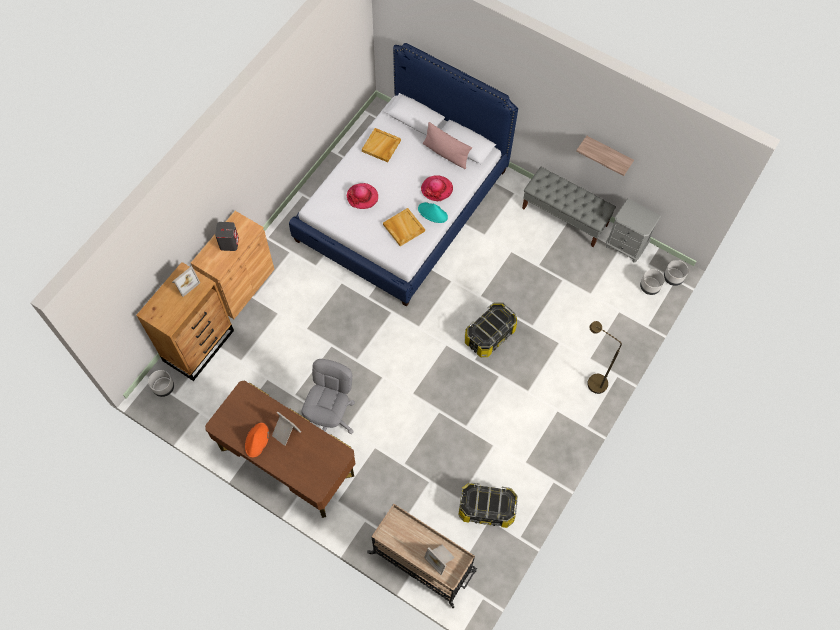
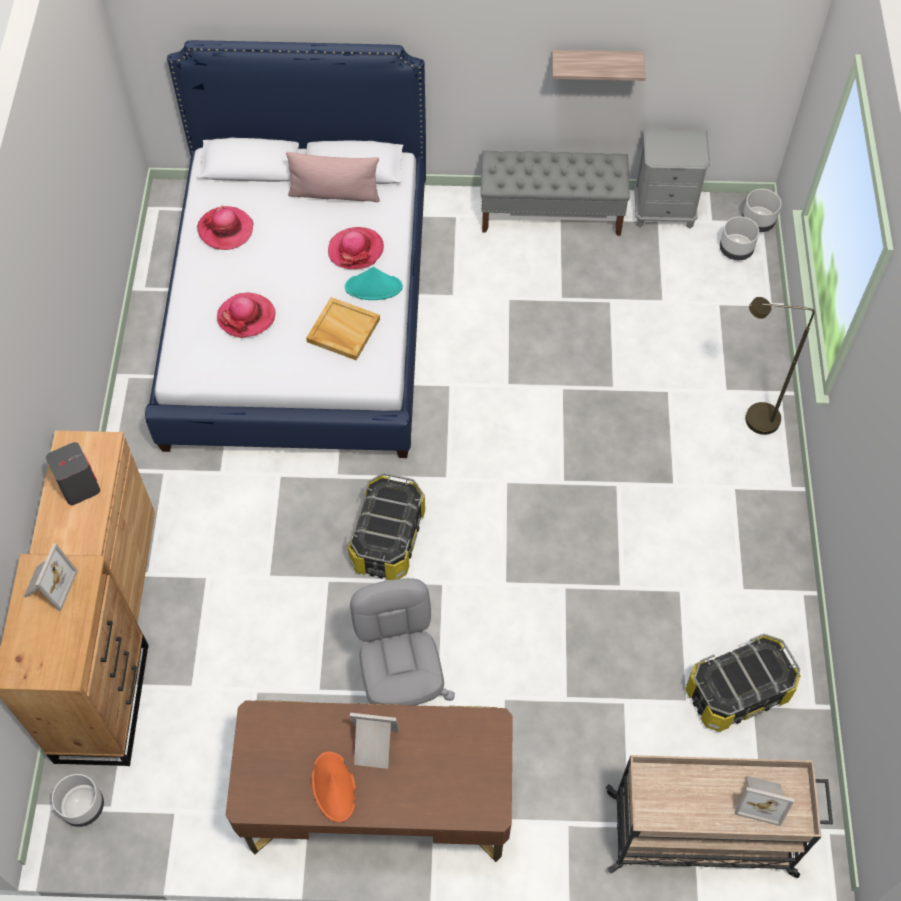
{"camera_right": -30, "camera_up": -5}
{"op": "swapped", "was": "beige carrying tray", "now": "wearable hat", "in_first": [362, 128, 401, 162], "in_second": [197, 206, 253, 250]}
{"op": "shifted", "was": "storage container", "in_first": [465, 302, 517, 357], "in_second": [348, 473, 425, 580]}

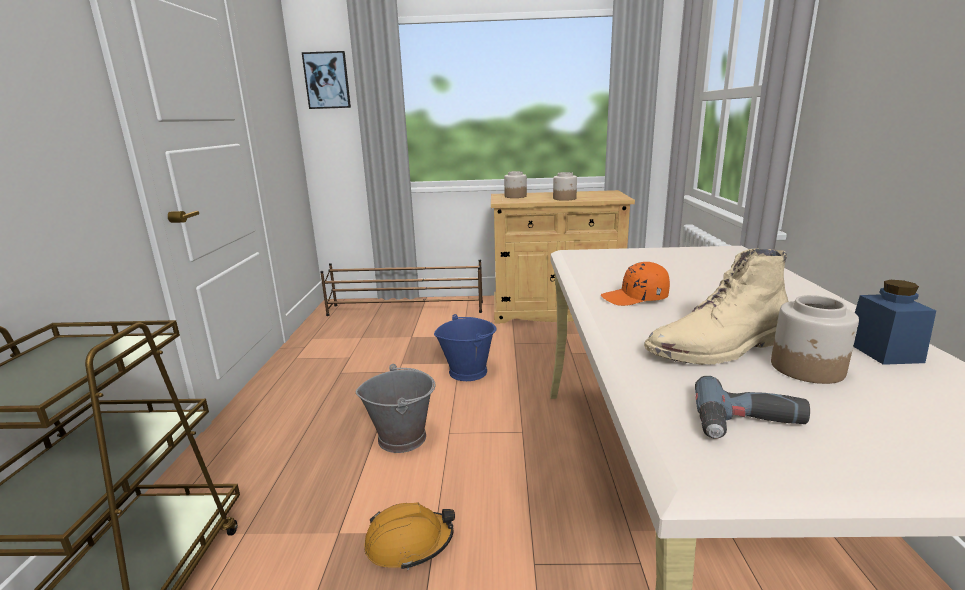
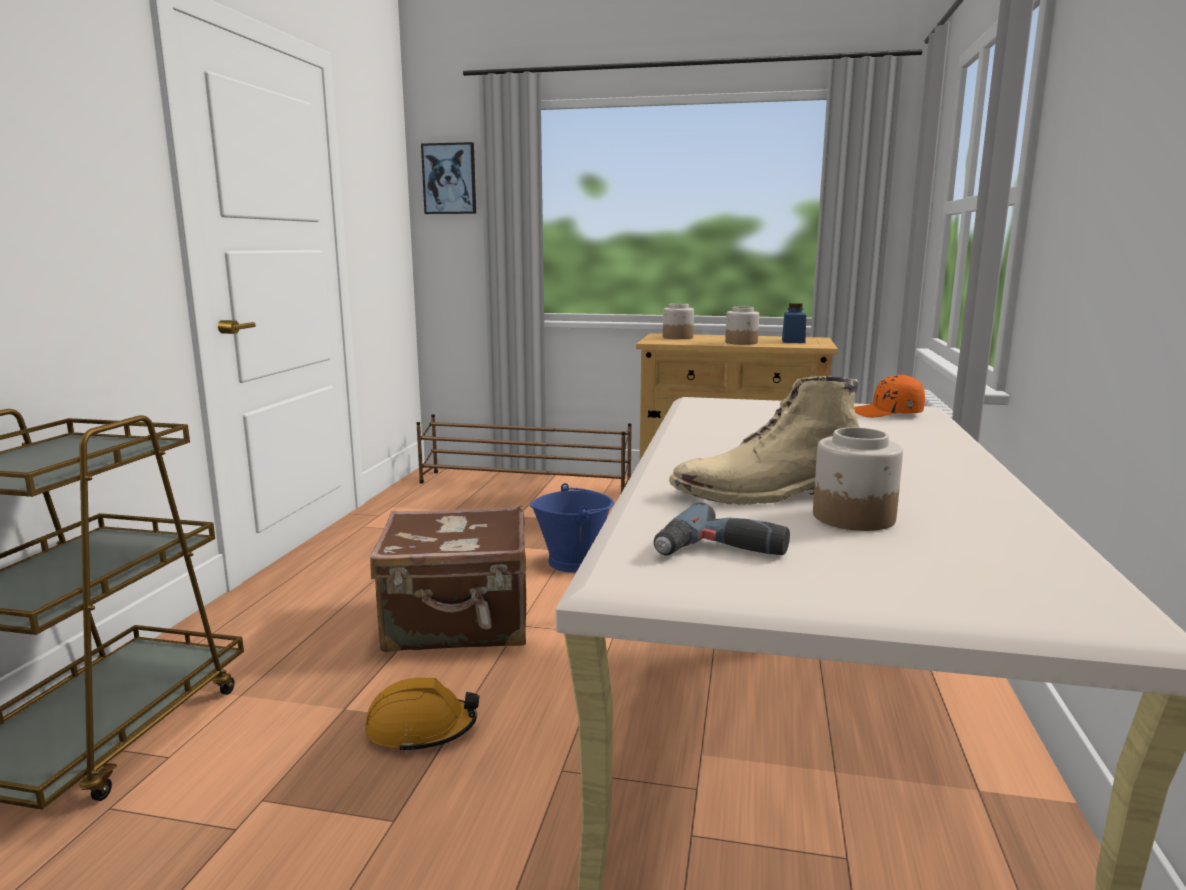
{"camera_right": 10, "camera_up": -5}
{"op": "swapped", "was": "greyish pail", "now": "brown piece of luggage", "in_first": [356, 364, 435, 453], "in_second": [370, 506, 526, 652]}
{"op": "shifted", "was": "orange peaked cap", "in_first": [601, 262, 670, 306], "in_second": [854, 374, 925, 417]}
{"op": "shifted", "was": "bluish jar", "in_first": [853, 280, 936, 365], "in_second": [782, 303, 806, 343]}

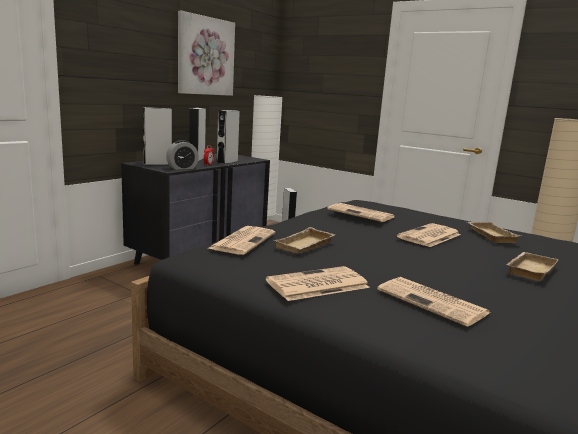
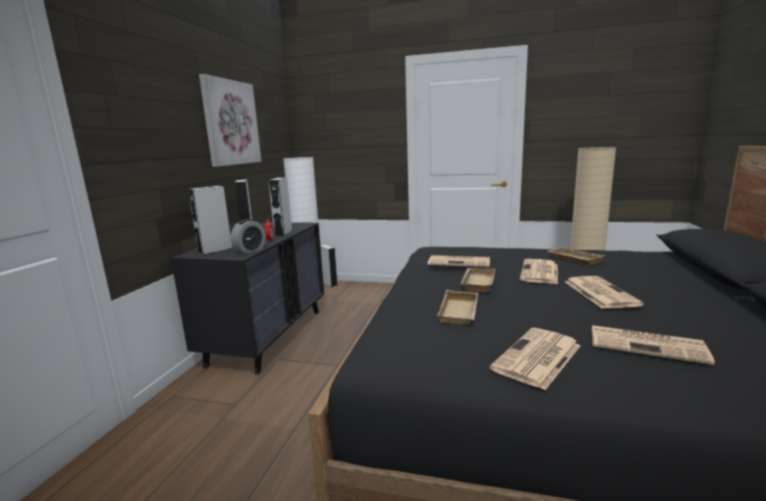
{"camera_right": -20, "camera_up": 0}
{"op": "shifted", "was": "printed paper", "in_first": [207, 226, 275, 255], "in_second": [565, 276, 644, 308]}
{"op": "shifted", "was": "beige carrying tray", "in_first": [506, 252, 559, 281], "in_second": [461, 268, 495, 292]}

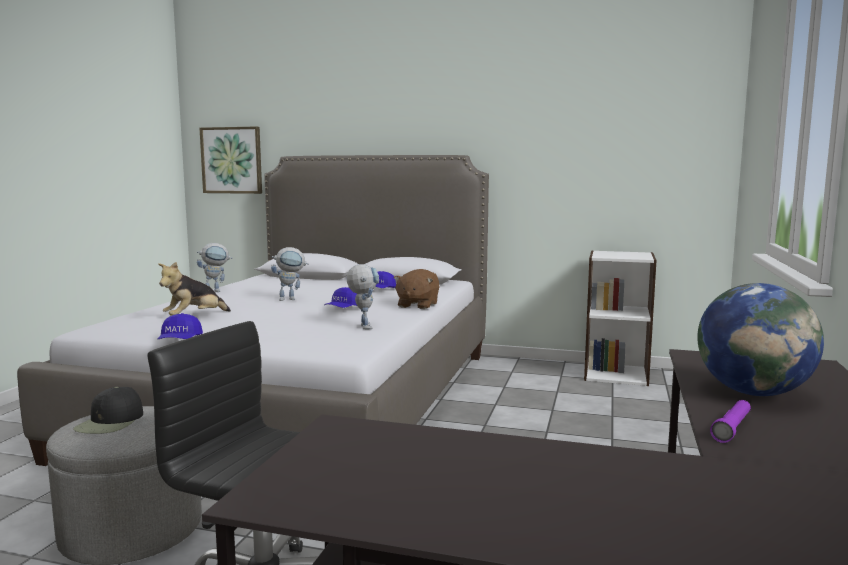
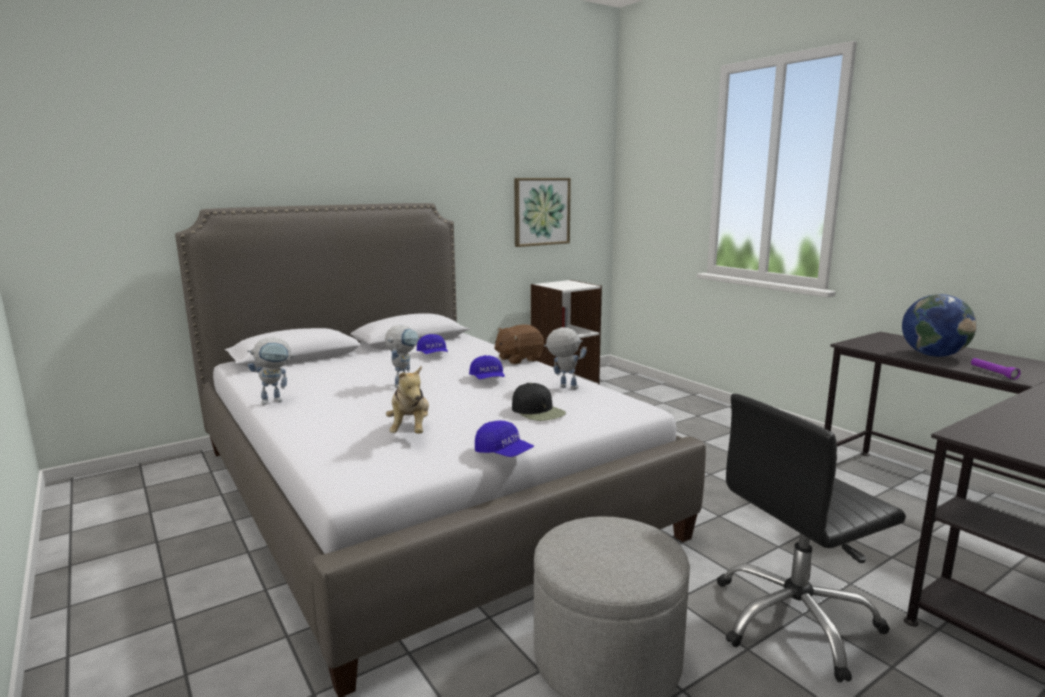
{"camera_right": -50, "camera_up": 5}
{"op": "shifted", "was": "black-coloured peaked cap", "in_first": [73, 387, 143, 434], "in_second": [512, 383, 566, 421]}
{"op": "rotated", "was": "toy robot", "in_first": [197, 243, 232, 292], "in_second": [247, 337, 296, 405], "clockwise": 45}
{"op": "shifted", "was": "wall picture", "in_first": [199, 126, 262, 194], "in_second": [514, 178, 571, 247]}
{"op": "rotated", "was": "brown soft toy", "in_first": [394, 269, 440, 309], "in_second": [494, 325, 544, 365], "clockwise": 90}

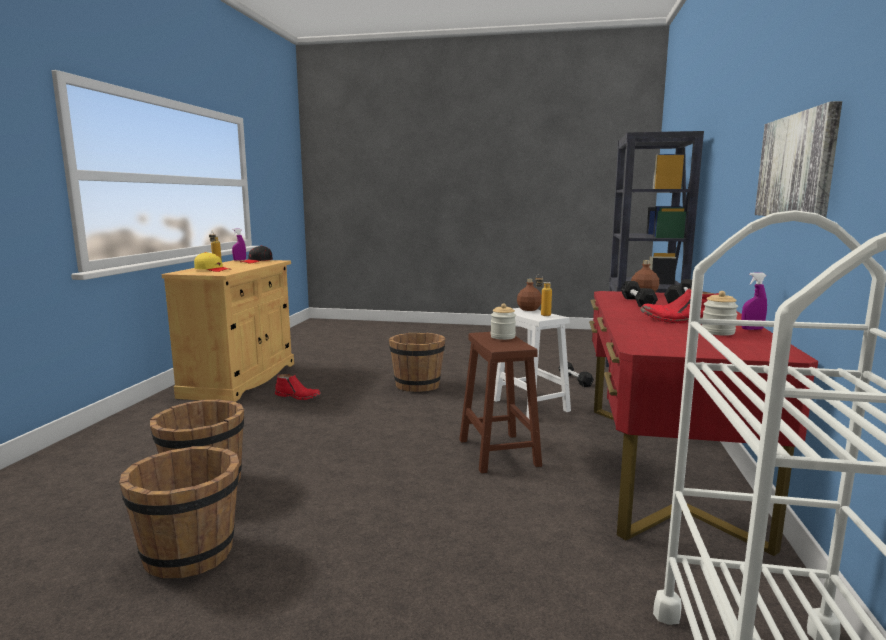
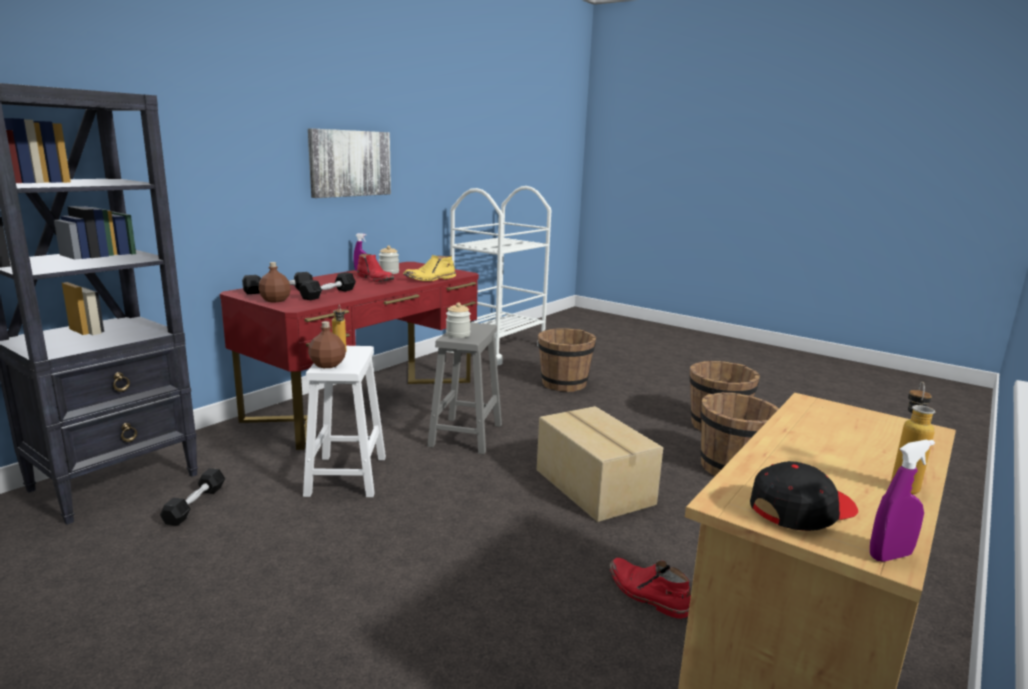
{"camera_right": -155, "camera_up": 5}
{"op": "gone", "was": "yellow peaked cap", "in_first": [194, 252, 232, 272]}
{"op": "shifted", "was": "brown pail", "in_first": [389, 333, 445, 392], "in_second": [538, 328, 596, 392]}
{"op": "repainted", "was": "brown stool seat", "now": "greyish stool seat", "in_first": [459, 332, 542, 473], "in_second": [427, 322, 502, 454]}
{"op": "new", "now": "yellow boot", "in_second": [403, 255, 456, 281]}
{"op": "new", "now": "carton", "in_second": [537, 406, 663, 522]}

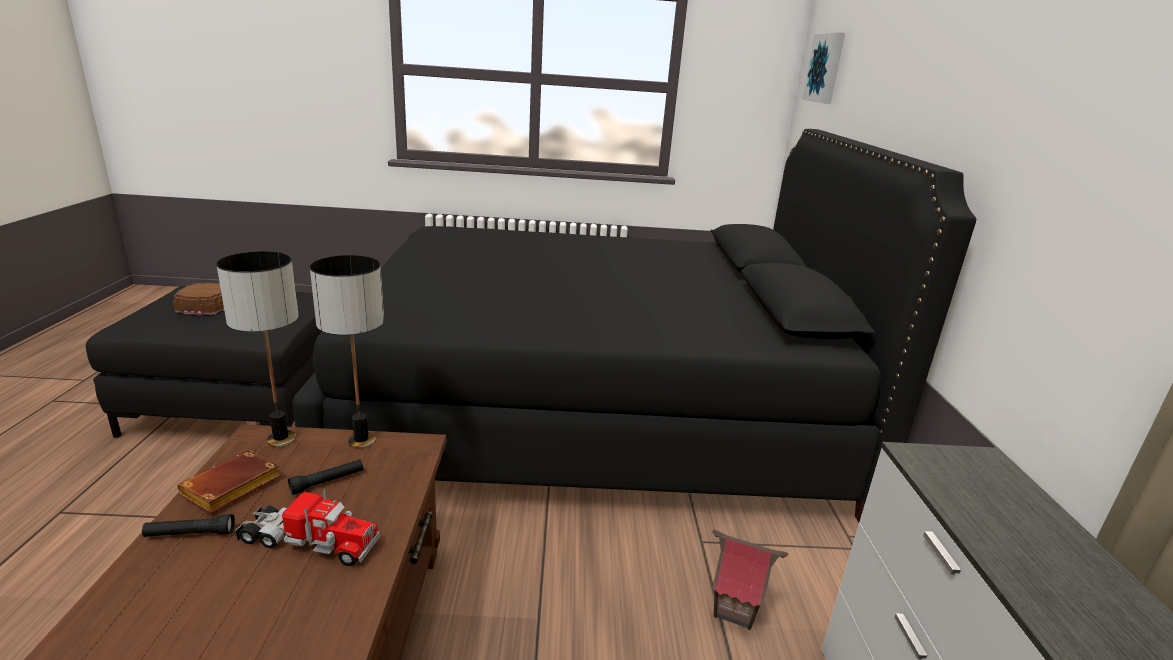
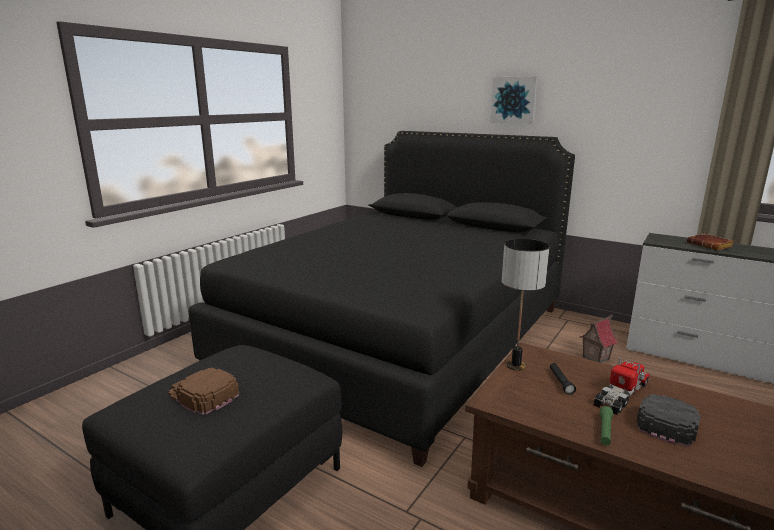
{"camera_right": -55, "camera_up": -5}
{"op": "repainted", "was": "black-coloured torch", "now": "greenish torch", "in_first": [142, 514, 235, 537], "in_second": [600, 406, 613, 446]}
{"op": "shifted", "was": "brown book", "in_first": [178, 450, 282, 514], "in_second": [687, 233, 734, 250]}
{"op": "gone", "was": "lamp for a table", "in_first": [216, 251, 299, 447]}
{"op": "shifted", "was": "wall picture", "in_first": [802, 32, 845, 104], "in_second": [490, 76, 538, 124]}
{"op": "new", "now": "black-coloured peaked cap", "in_second": [636, 394, 701, 447]}

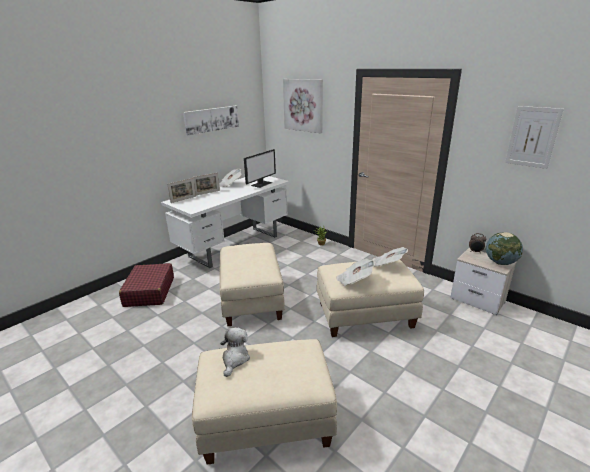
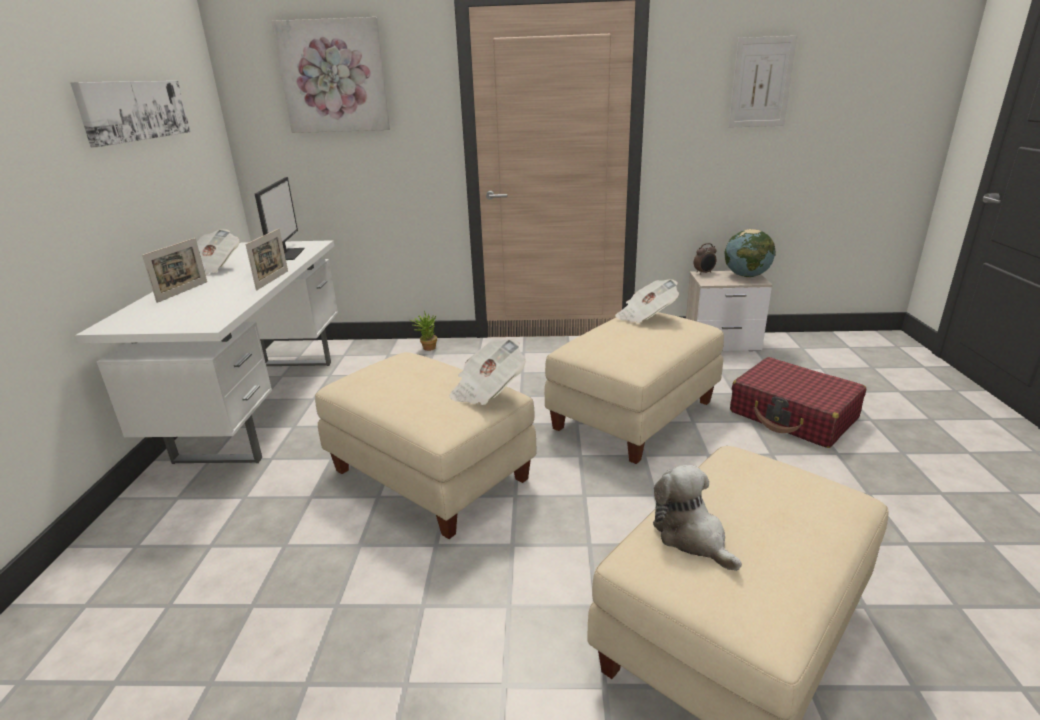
{"camera_right": -40, "camera_up": 0}
{"op": "shifted", "was": "reddish piece of luggage", "in_first": [119, 263, 174, 307], "in_second": [730, 357, 866, 448]}
{"op": "shifted", "was": "photo frame", "in_first": [167, 178, 196, 203], "in_second": [245, 229, 288, 290]}
{"op": "shifted", "was": "printed paper", "in_first": [336, 259, 376, 286], "in_second": [449, 339, 526, 405]}

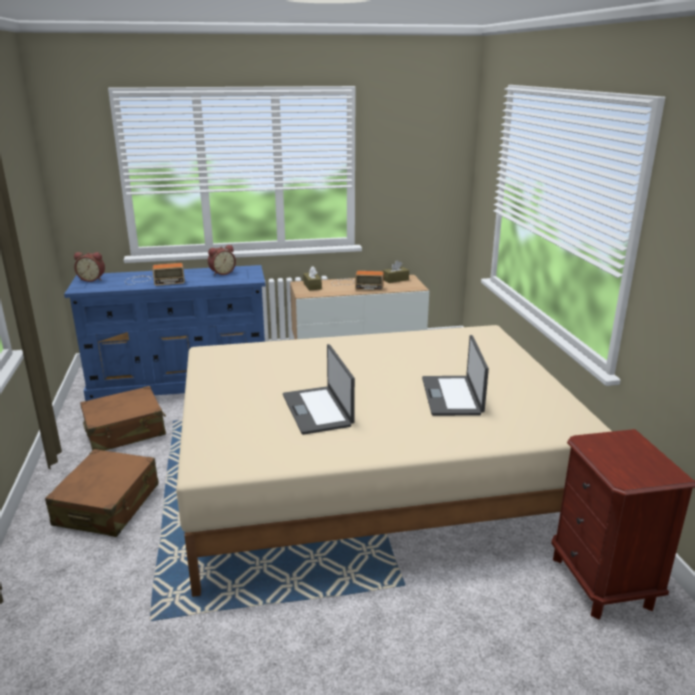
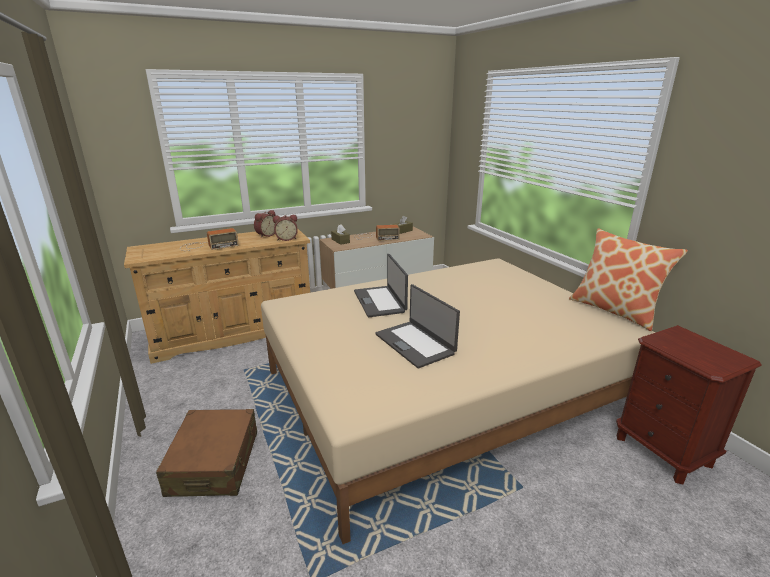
{"camera_right": -15, "camera_up": 0}
{"op": "repainted", "was": "bluish chest of drawers", "now": "beige chest of drawers", "in_first": [64, 265, 265, 401], "in_second": [124, 228, 310, 364]}
{"op": "shifted", "was": "table clock", "in_first": [74, 252, 105, 282], "in_second": [273, 215, 298, 241]}
{"op": "gone", "was": "brown piece of luggage", "in_first": [80, 386, 166, 451]}
{"op": "shifted", "was": "portable computer", "in_first": [422, 335, 489, 416], "in_second": [354, 254, 408, 317]}
{"op": "new", "now": "cushion", "in_second": [569, 228, 688, 331]}

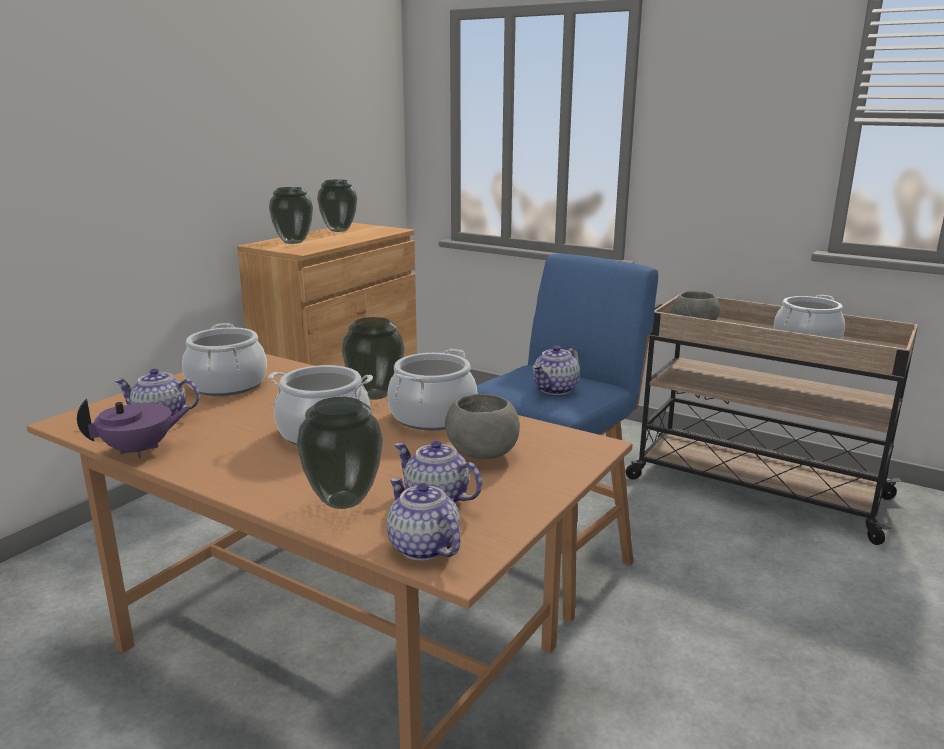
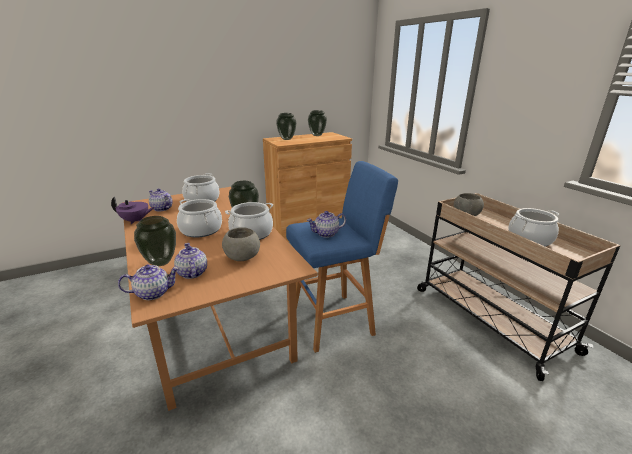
{"camera_right": 30, "camera_up": 5}
{"op": "rotated", "was": "tea pot", "in_first": [387, 478, 460, 561], "in_second": [118, 265, 179, 300], "clockwise": 75}

